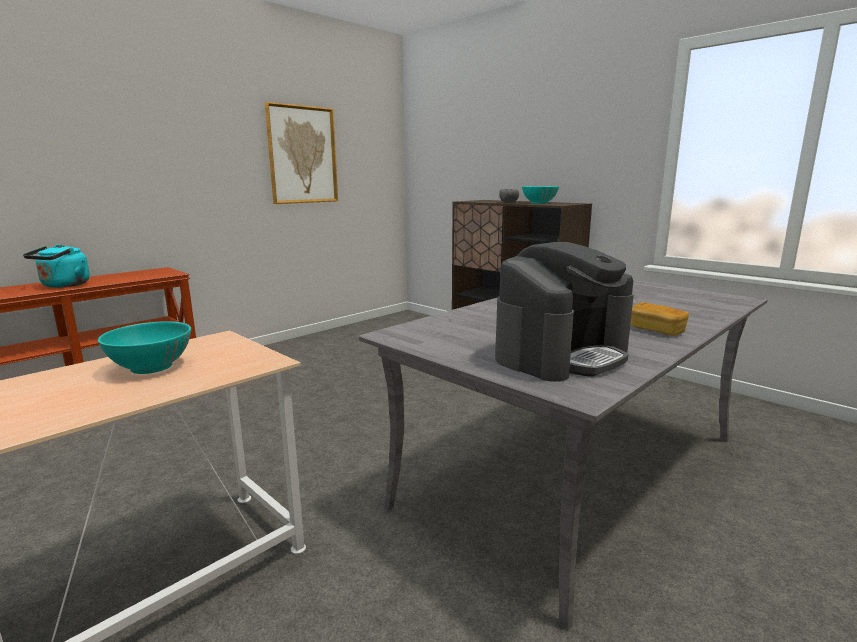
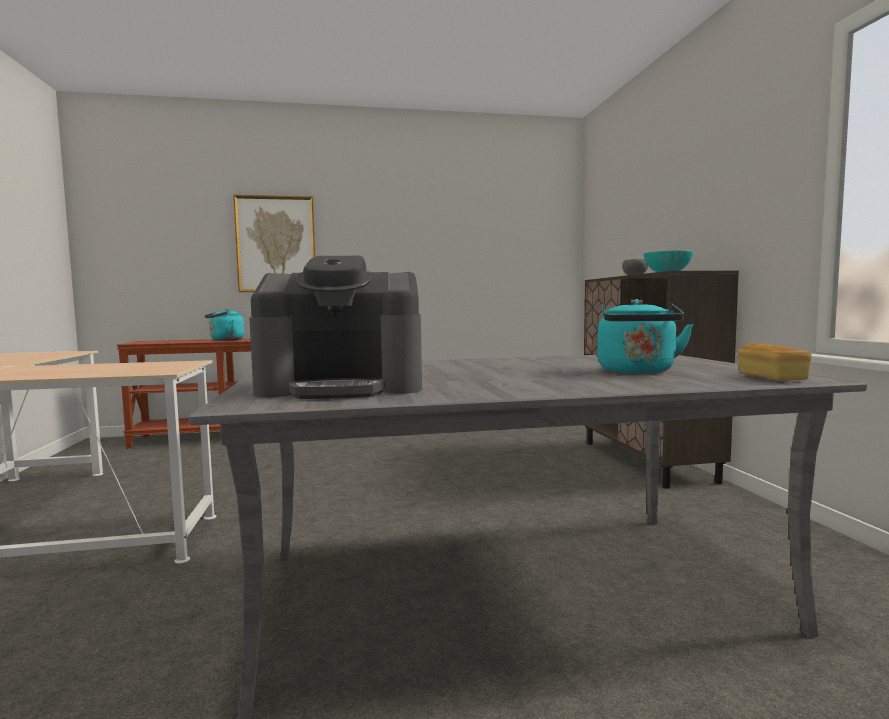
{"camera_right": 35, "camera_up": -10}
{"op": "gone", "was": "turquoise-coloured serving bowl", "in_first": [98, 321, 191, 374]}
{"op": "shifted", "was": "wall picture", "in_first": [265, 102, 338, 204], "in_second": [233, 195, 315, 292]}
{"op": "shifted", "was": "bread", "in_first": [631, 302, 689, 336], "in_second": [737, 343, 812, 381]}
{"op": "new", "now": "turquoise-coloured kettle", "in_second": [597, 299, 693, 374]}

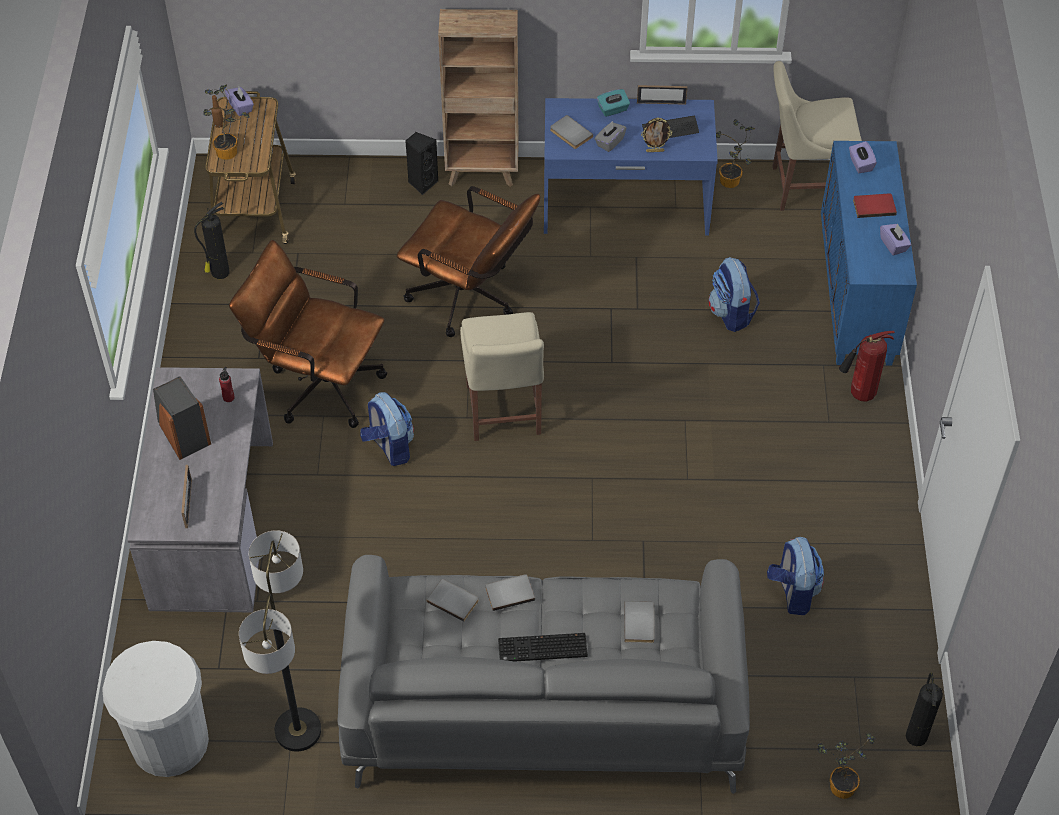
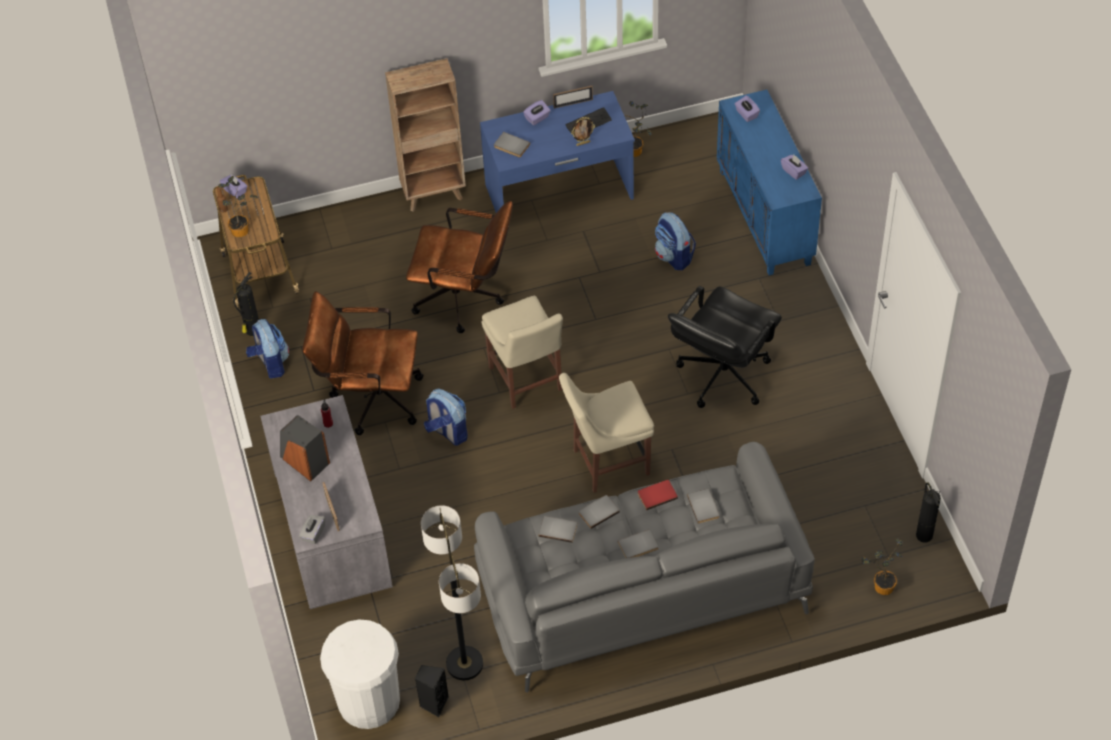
{"camera_right": -15, "camera_up": 0}
{"op": "shifted", "was": "black-coloured audio speaker", "in_first": [405, 132, 438, 195], "in_second": [415, 665, 449, 717]}
{"op": "swapped", "was": "PC keyboard", "now": "greyish book", "in_first": [498, 633, 588, 662], "in_second": [618, 529, 659, 558]}
{"op": "shifted", "was": "greyish tissue box", "in_first": [595, 121, 626, 152], "in_second": [299, 515, 325, 544]}
{"op": "repainted", "was": "turquoise-coloured tissue box", "now": "purplish tissue box", "in_first": [597, 89, 630, 117], "in_second": [523, 100, 551, 126]}
{"op": "shifted", "was": "backpack", "in_first": [767, 537, 824, 615], "in_second": [246, 319, 289, 378]}
{"op": "shifted", "was": "beige chair", "in_first": [772, 61, 862, 211], "in_second": [559, 373, 654, 493]}
{"op": "gone", "was": "fire-fighting cylinder", "in_first": [839, 331, 895, 402]}
{"op": "shifted", "was": "reddish book", "in_first": [853, 194, 897, 218], "in_second": [638, 480, 678, 510]}
{"op": "new", "now": "black-coloured computer chair", "in_second": [668, 286, 782, 408]}

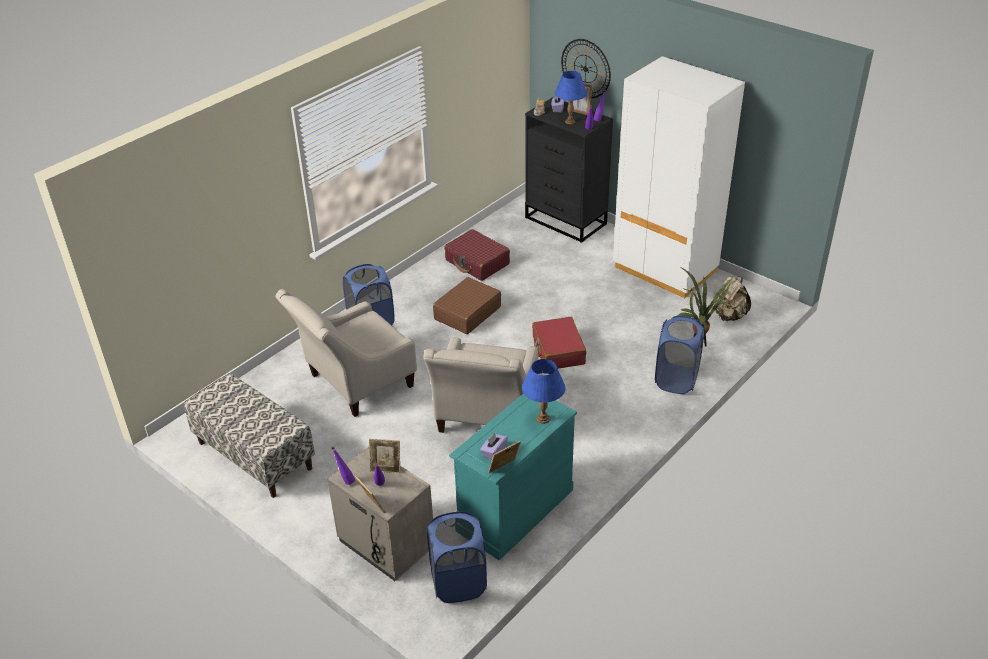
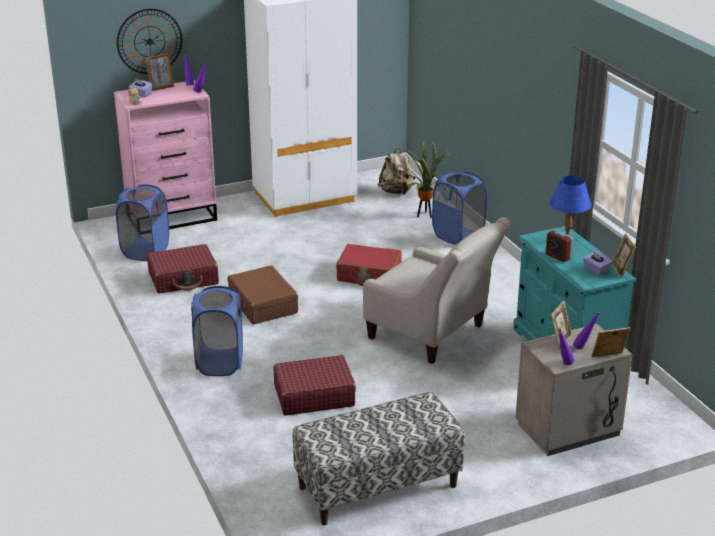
{"camera_right": -65, "camera_up": -10}
{"op": "swapped", "was": "beige easy chair", "now": "reddish piece of luggage", "in_first": [275, 289, 417, 417], "in_second": [273, 355, 356, 416]}
{"op": "shifted", "was": "bluish laundry basket", "in_first": [427, 511, 487, 603], "in_second": [116, 184, 169, 261]}
{"op": "repainted", "was": "black-coloured chest of drawers", "now": "pink chest of drawers", "in_first": [525, 97, 613, 243], "in_second": [114, 80, 217, 229]}
{"op": "gone", "was": "bluish lamp for a table", "in_first": [555, 71, 587, 124]}
{"op": "new", "now": "table clock", "in_second": [546, 230, 574, 262]}

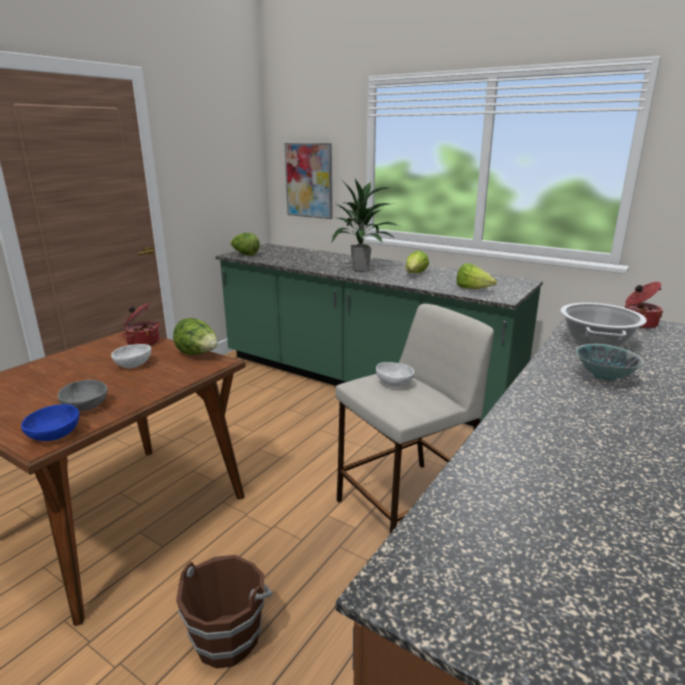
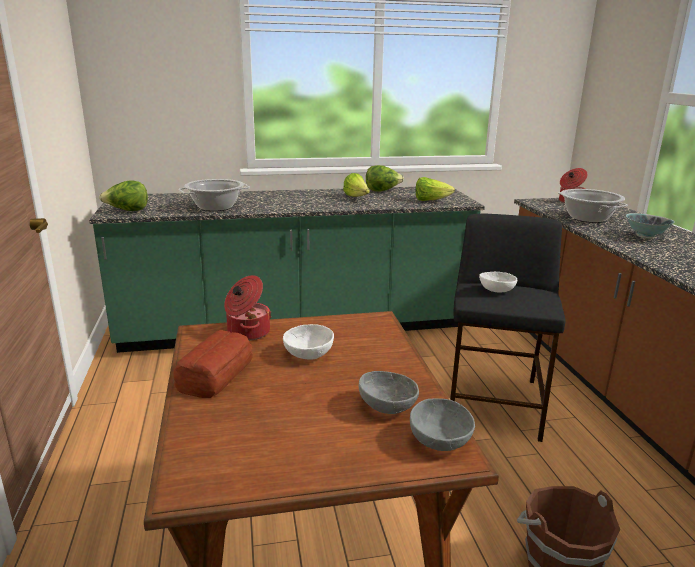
{"camera_right": -45, "camera_up": 0}
{"op": "repainted", "was": "bluish serving bowl", "now": "greyish serving bowl", "in_first": [21, 404, 79, 441], "in_second": [410, 398, 475, 451]}
{"op": "shifted", "was": "head of lettuce", "in_first": [173, 318, 218, 355], "in_second": [366, 165, 404, 192]}
{"op": "gone", "was": "wall picture", "in_first": [285, 143, 332, 219]}
{"op": "gone", "was": "plant in a pot", "in_first": [331, 179, 399, 271]}
{"op": "repainted", "was": "beige stool seat", "now": "black-coloured stool seat", "in_first": [335, 304, 494, 533], "in_second": [450, 213, 566, 442]}
{"op": "new", "now": "bread", "in_second": [173, 330, 253, 398]}
{"op": "new", "now": "stockpot", "in_second": [178, 179, 250, 211]}

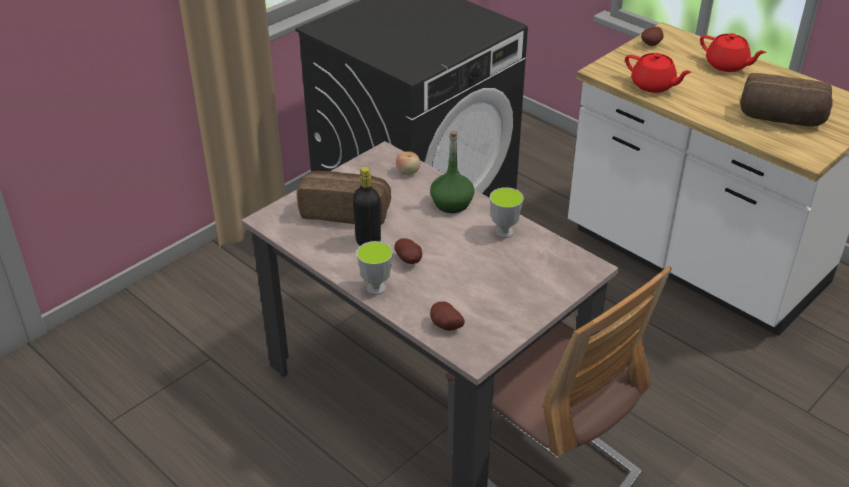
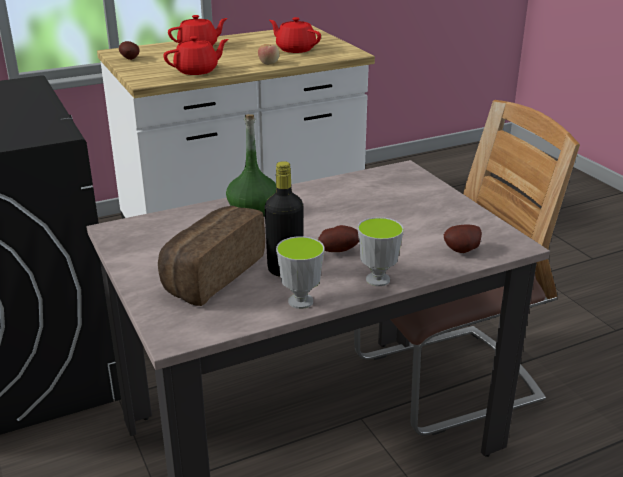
{"camera_right": -70, "camera_up": -10}
{"op": "shifted", "was": "apple fruit", "in_first": [396, 151, 420, 175], "in_second": [258, 44, 279, 65]}
{"op": "shifted", "was": "small cup", "in_first": [490, 187, 524, 238], "in_second": [276, 236, 325, 309]}
{"op": "swapped", "was": "bread", "now": "reddish tea pot", "in_first": [740, 73, 833, 127], "in_second": [269, 17, 321, 53]}

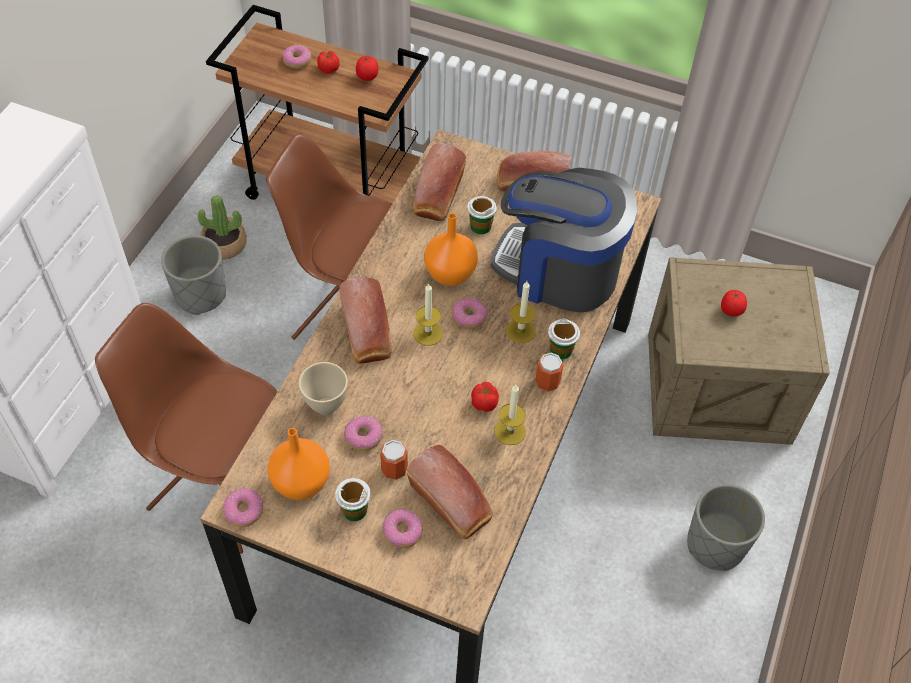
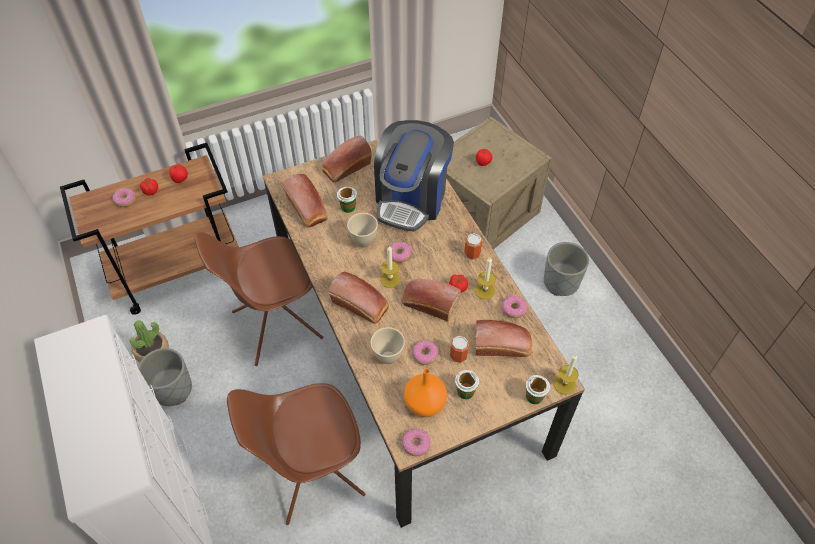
{"camera_right": -45, "camera_up": 0}
{"op": "shifted", "was": "ring doughnut", "in_first": [382, 509, 423, 548], "in_second": [502, 295, 528, 318]}
{"op": "swapped", "was": "orange vase", "now": "beige serving bowl", "in_first": [424, 213, 478, 286], "in_second": [347, 213, 378, 247]}
{"op": "rotated", "was": "coffee brewer", "in_first": [491, 168, 637, 312], "in_second": [374, 120, 454, 232], "clockwise": -45}
{"op": "shifted", "was": "wax candle", "in_first": [506, 281, 536, 343], "in_second": [553, 354, 578, 394]}
{"op": "shifted", "was": "small cup", "in_first": [548, 318, 580, 359], "in_second": [526, 375, 550, 404]}
{"op": "new", "now": "bread", "in_second": [401, 279, 461, 321]}

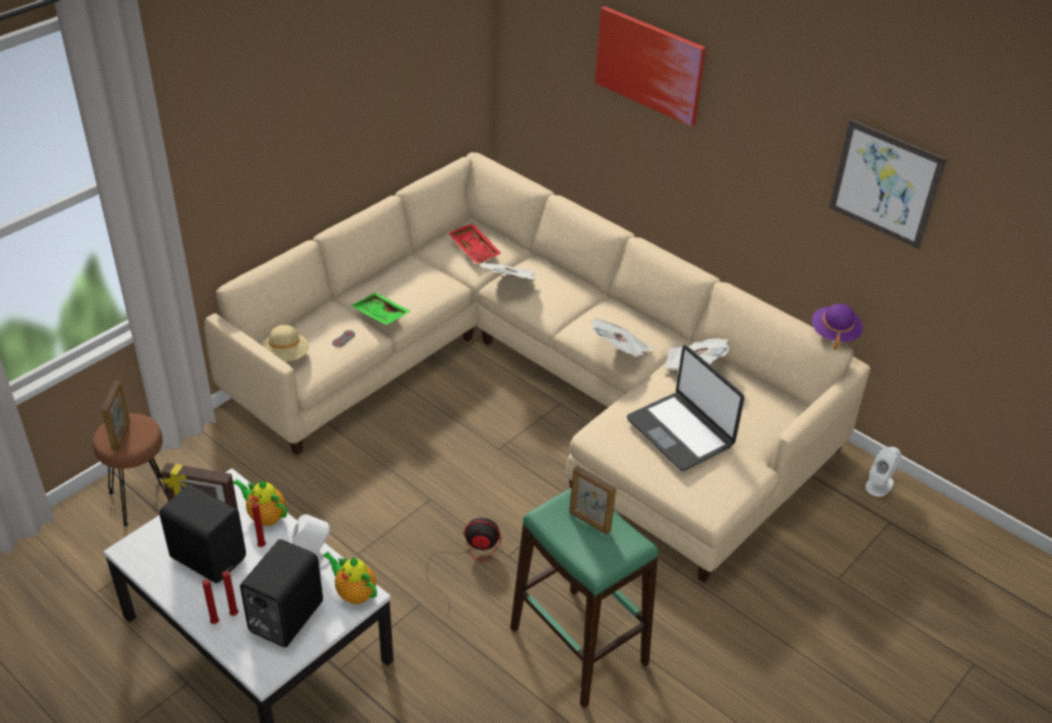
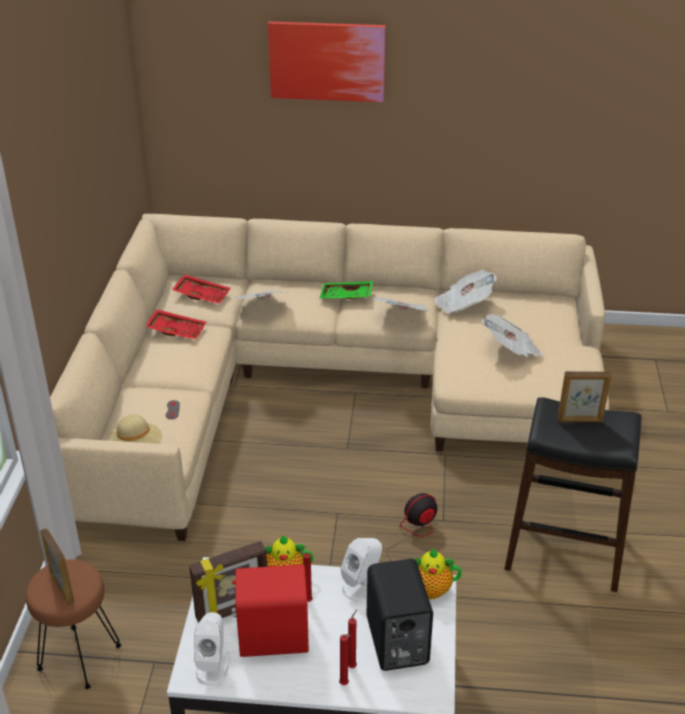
{"camera_right": -35, "camera_up": -5}
{"op": "repainted", "was": "black-coloured audio speaker", "now": "reddish audio speaker", "in_first": [159, 484, 246, 583], "in_second": [232, 565, 309, 657]}
{"op": "shifted", "was": "greenish carrying tray", "in_first": [351, 293, 411, 325], "in_second": [319, 281, 373, 299]}
{"op": "repainted", "was": "greenish stool seat", "now": "black-coloured stool seat", "in_first": [510, 488, 659, 708], "in_second": [504, 397, 641, 592]}
{"op": "swapped", "was": "portable computer", "now": "printed paper", "in_first": [627, 345, 745, 471], "in_second": [481, 314, 543, 357]}
{"op": "gone", "was": "purplish wearable hat", "in_first": [812, 304, 863, 350]}
{"op": "gone", "was": "wall picture", "in_first": [829, 119, 946, 249]}
{"op": "shifted", "was": "white-coloured audio speaker", "in_first": [865, 447, 901, 497], "in_second": [194, 612, 230, 686]}
{"op": "new", "now": "reddish carrying tray", "in_second": [146, 309, 206, 340]}

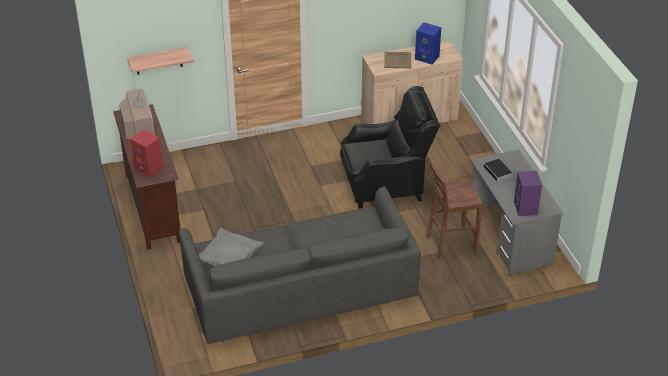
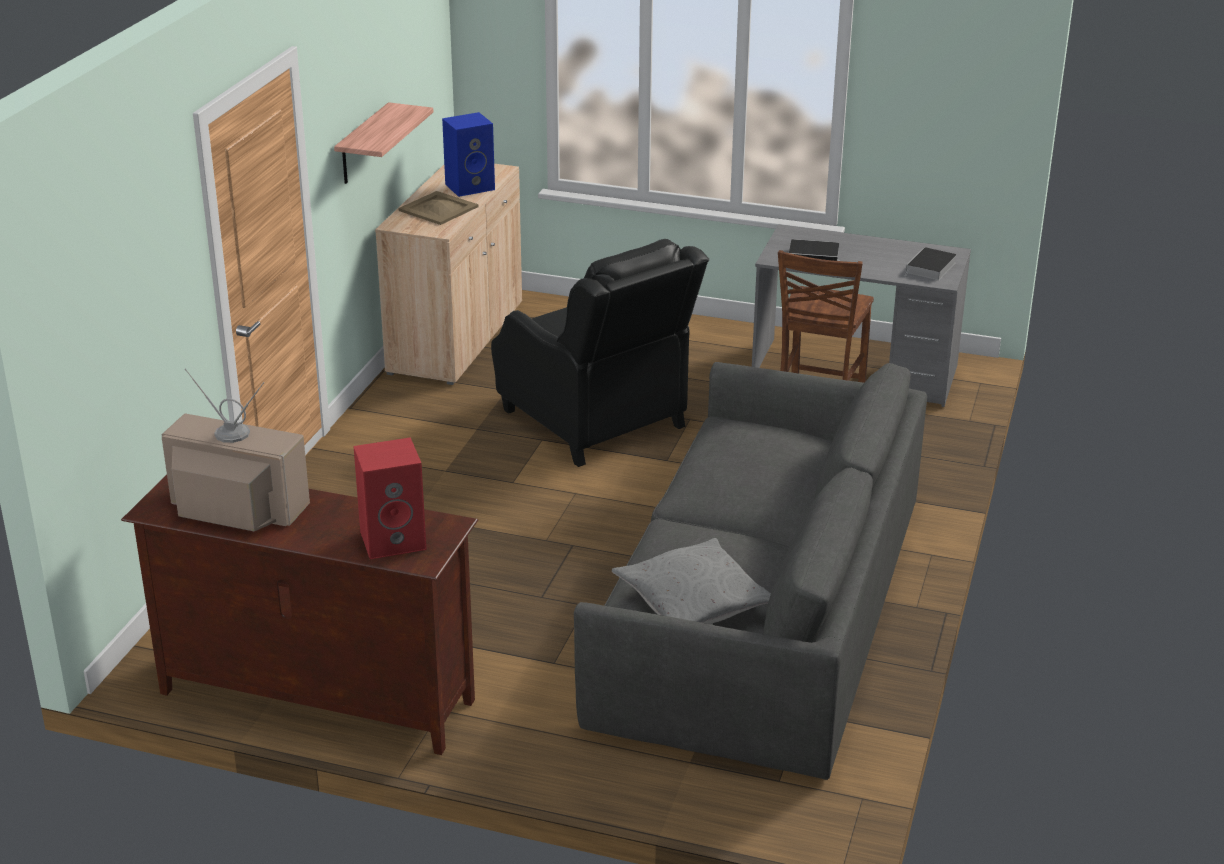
{"camera_right": -55, "camera_up": -10}
{"op": "shifted", "was": "wall shelf", "in_first": [127, 47, 194, 74], "in_second": [334, 102, 433, 184]}
{"op": "rotated", "was": "black-coloured easy chair", "in_first": [340, 86, 441, 209], "in_second": [491, 239, 709, 467], "clockwise": 120}
{"op": "swapped", "was": "purplish audio speaker", "now": "book", "in_first": [514, 171, 542, 216], "in_second": [904, 247, 957, 281]}

